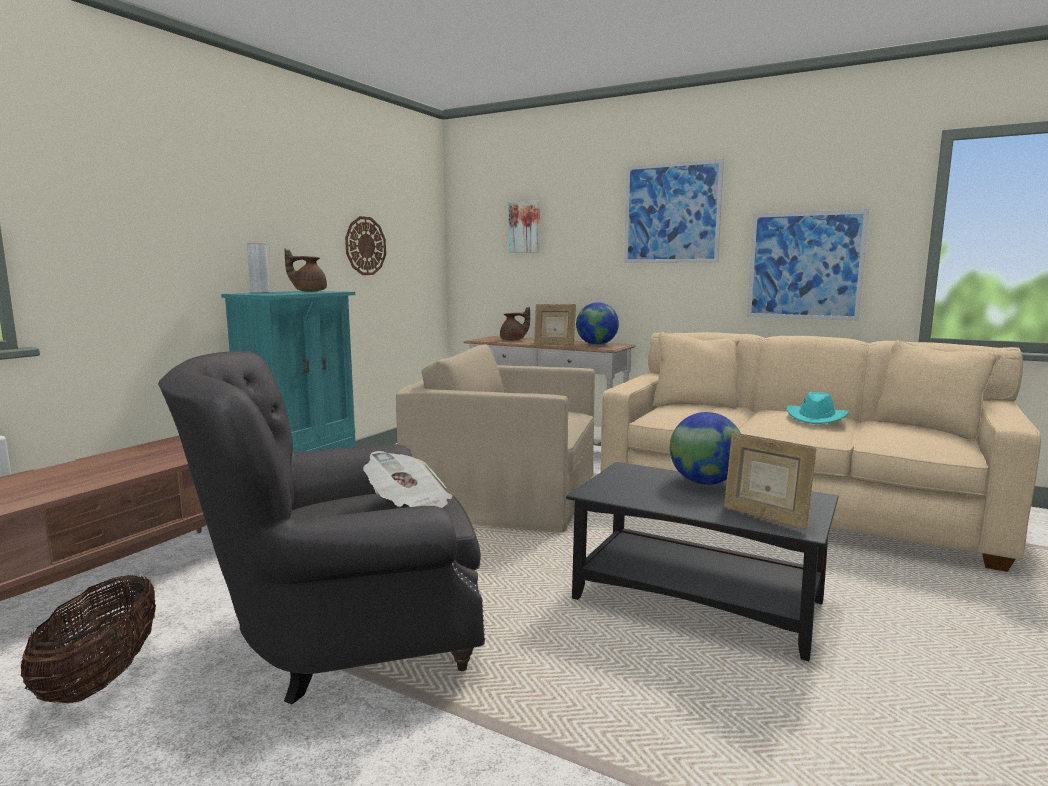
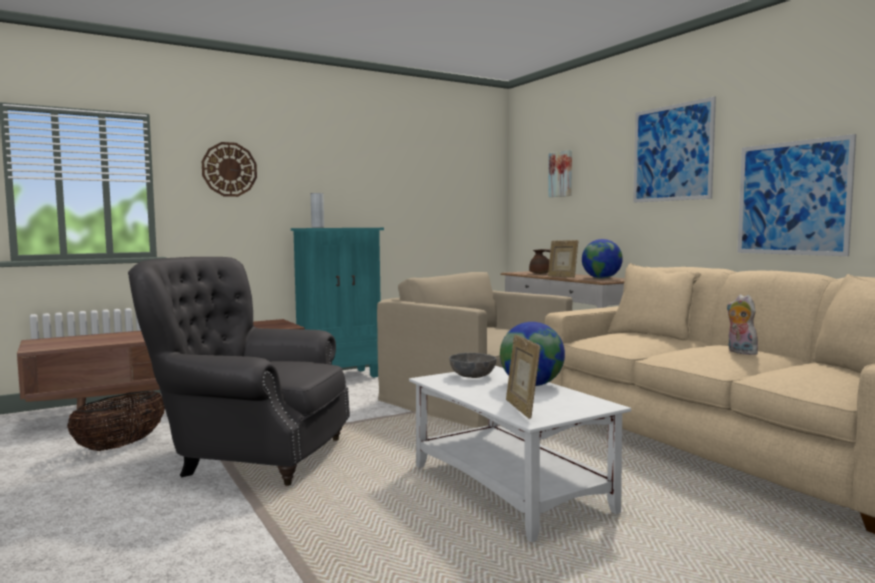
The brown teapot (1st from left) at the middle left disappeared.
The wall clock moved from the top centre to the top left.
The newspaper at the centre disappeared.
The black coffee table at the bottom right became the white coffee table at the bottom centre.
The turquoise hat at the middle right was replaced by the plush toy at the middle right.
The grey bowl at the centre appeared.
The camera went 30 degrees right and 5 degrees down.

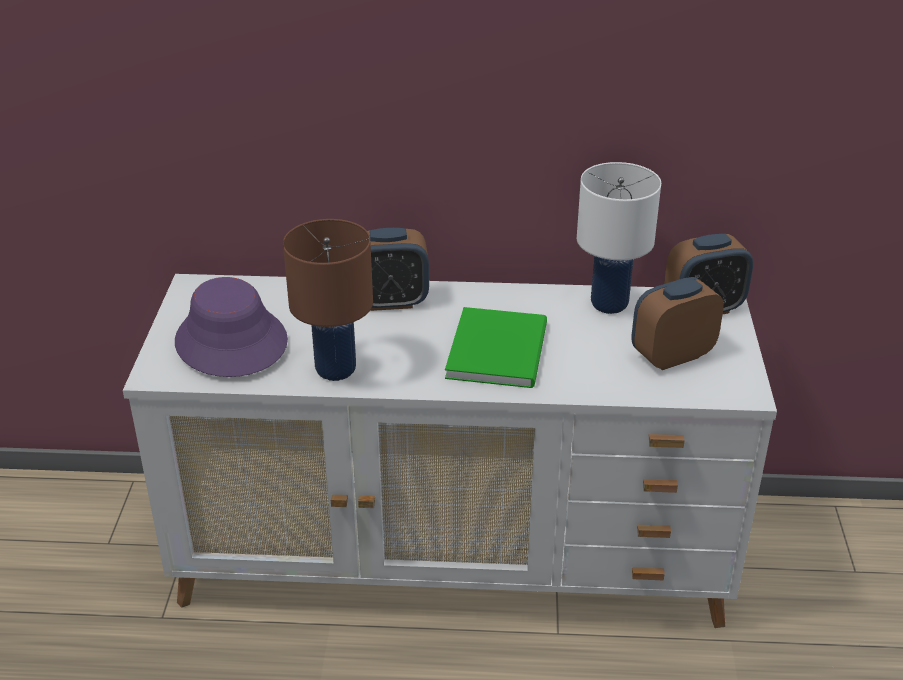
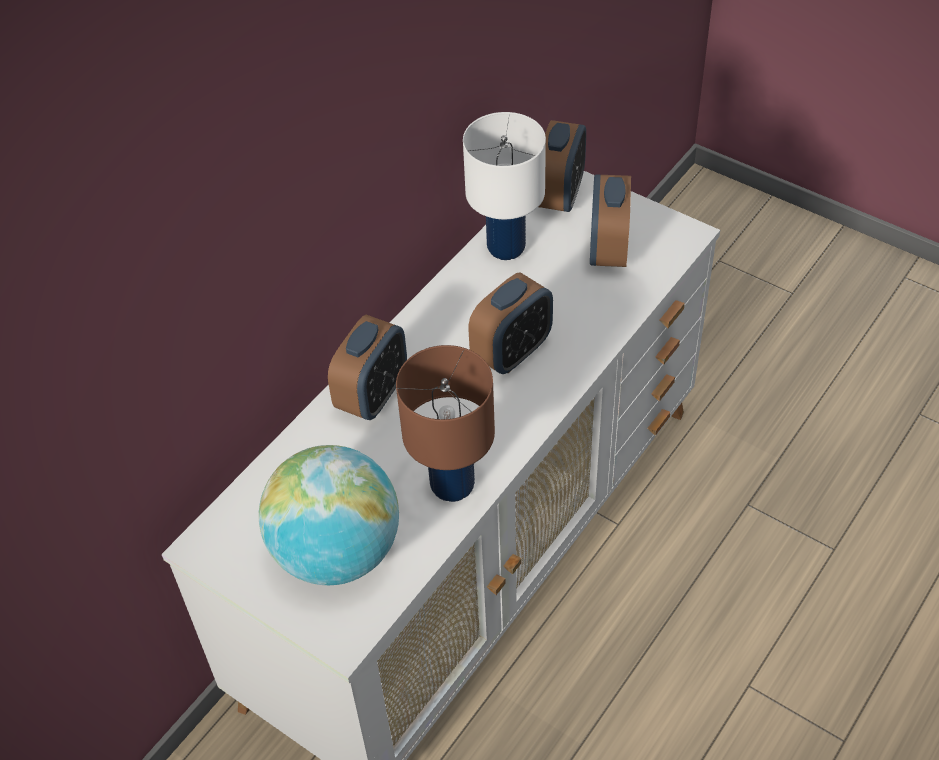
The purple hat at the middle left was replaced by the globe at the bottom centre.
The green book at the centre was replaced by the alarm clock (2nd from left) at the centre.
The camera went 55 degrees left and 15 degrees up.

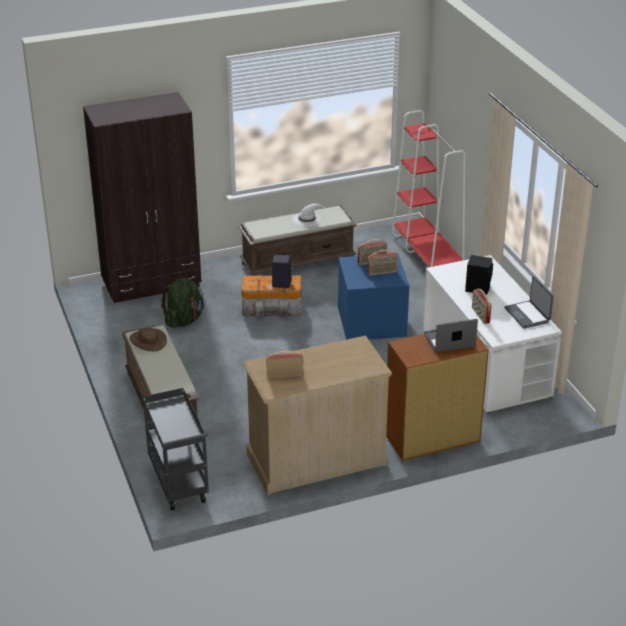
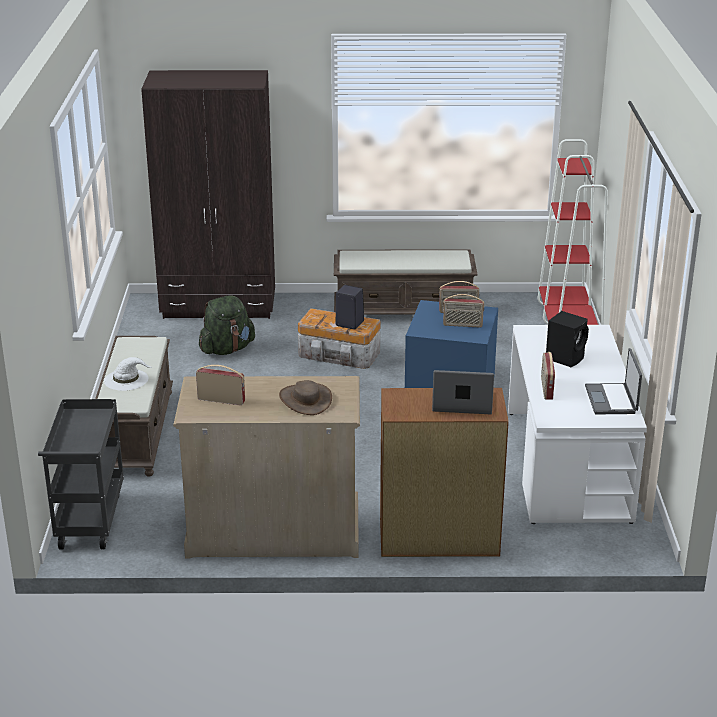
The brown hat moved from the middle left to the centre.
The white hat moved from the centre to the middle left.
The camera went 20 degrees right and 5 degrees down.

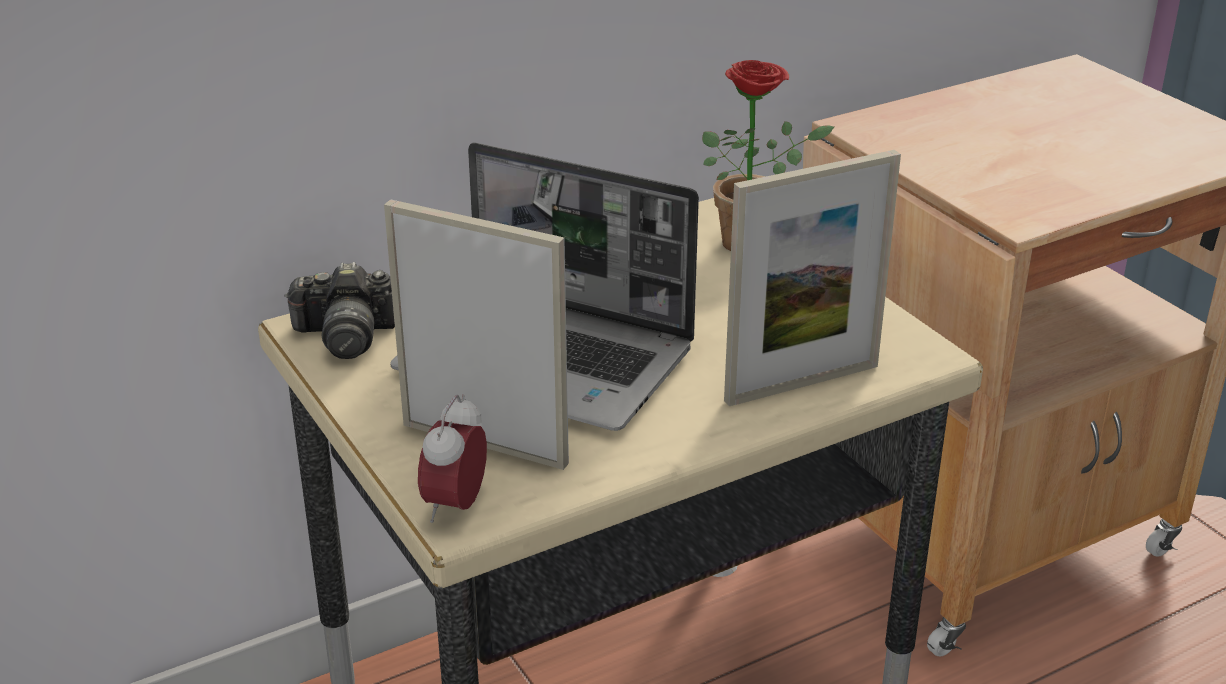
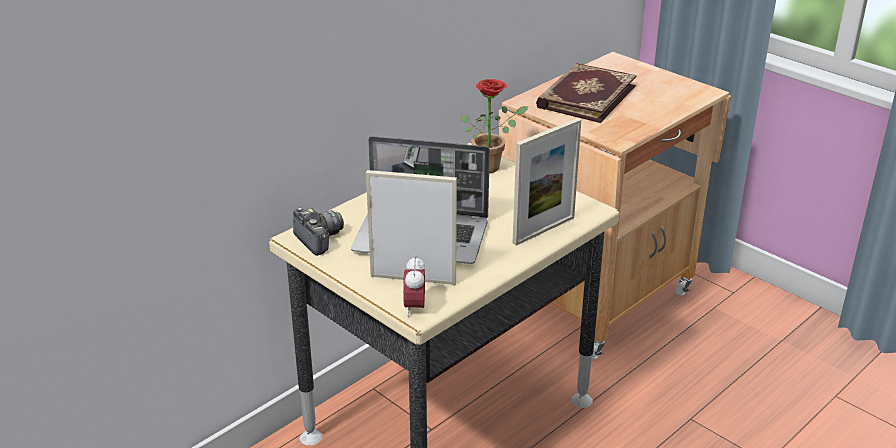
The photo camera at the middle left turned 105 degrees counterclockwise.
The book at the top centre appeared.
The camera went 15 degrees left and 0 degrees up.

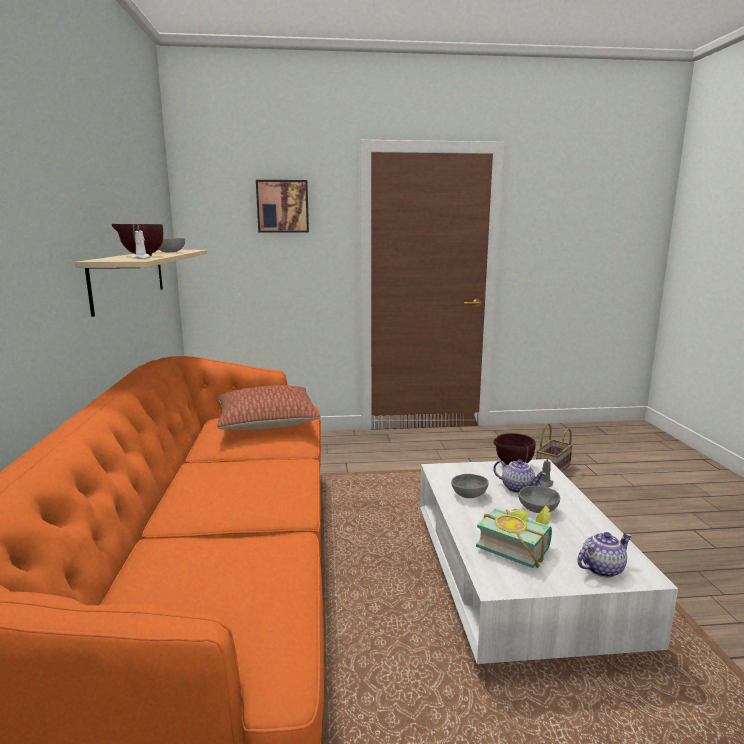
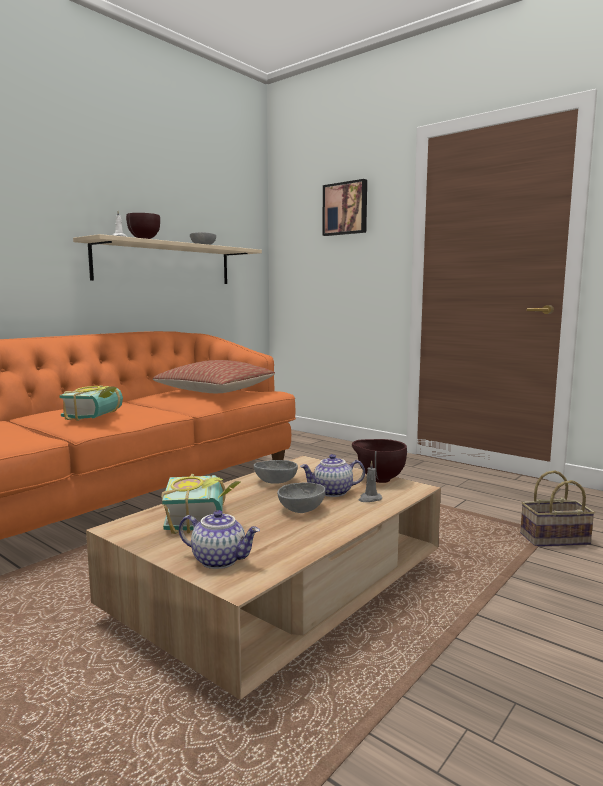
The white coffee table at the bottom right became the brown coffee table at the bottom centre.
The teapot (1st from left in the first image) at the middle right turned 90 degrees clockwise.
The book (1st from left) at the middle left appeared.
The camera went 45 degrees right and 5 degrees down.

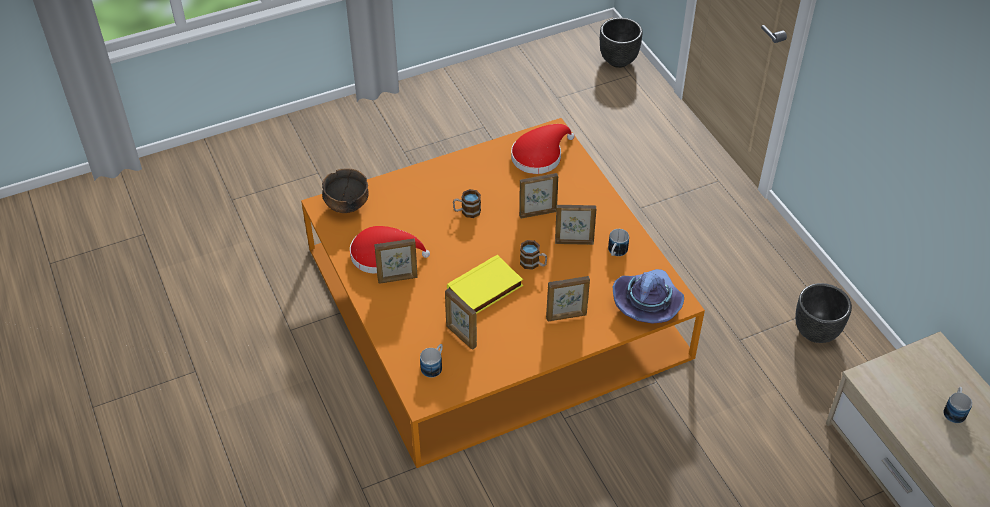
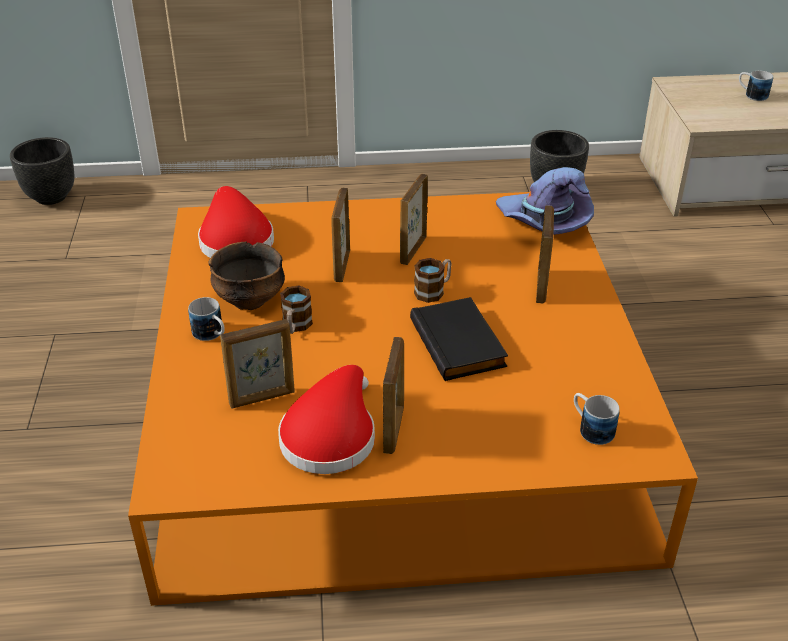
The bowl moved from the centre to the middle left.
The picture frame (2nd from left in the first image) moved from the centre to the middle left.
The yellow book at the centre became the black book at the centre.
The mug (4th from left in the first image) moved from the centre to the middle left.
The camera went 70 degrees left and 10 degrees down.

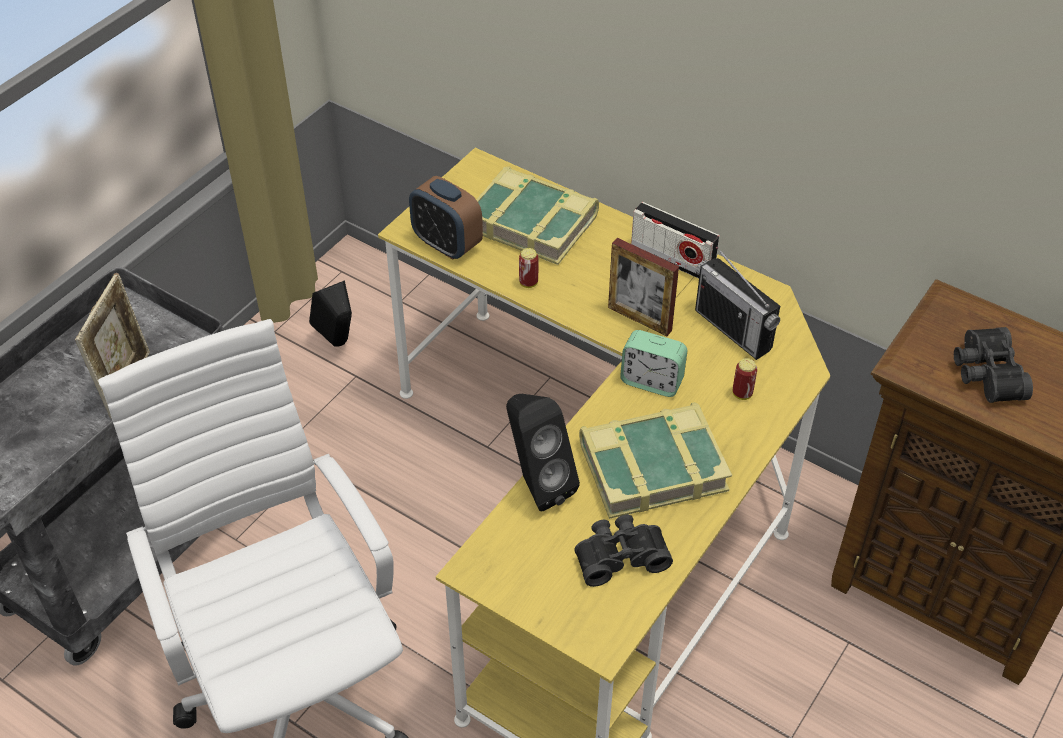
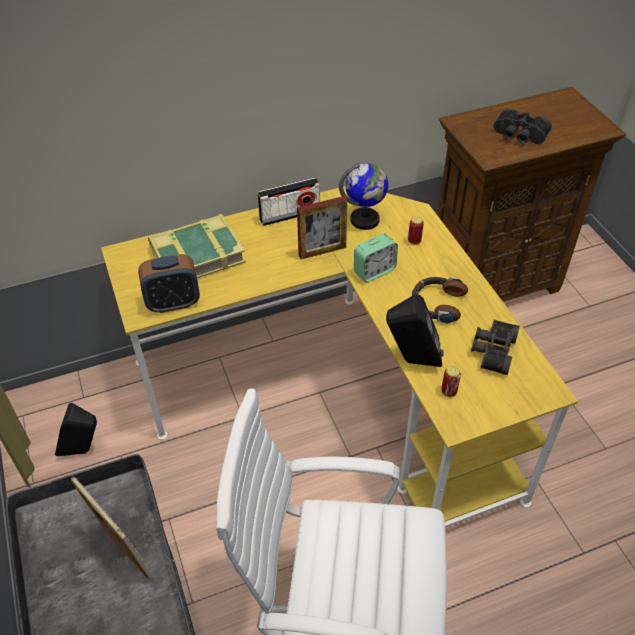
The can (1st from left in the first image) moved from the centre to the middle right.
The book (2nd from left) at the centre was replaced by the headphones at the middle right.
The radio (2nd from left) at the middle right was replaced by the globe at the top centre.
The camera went 55 degrees left and 0 degrees up.

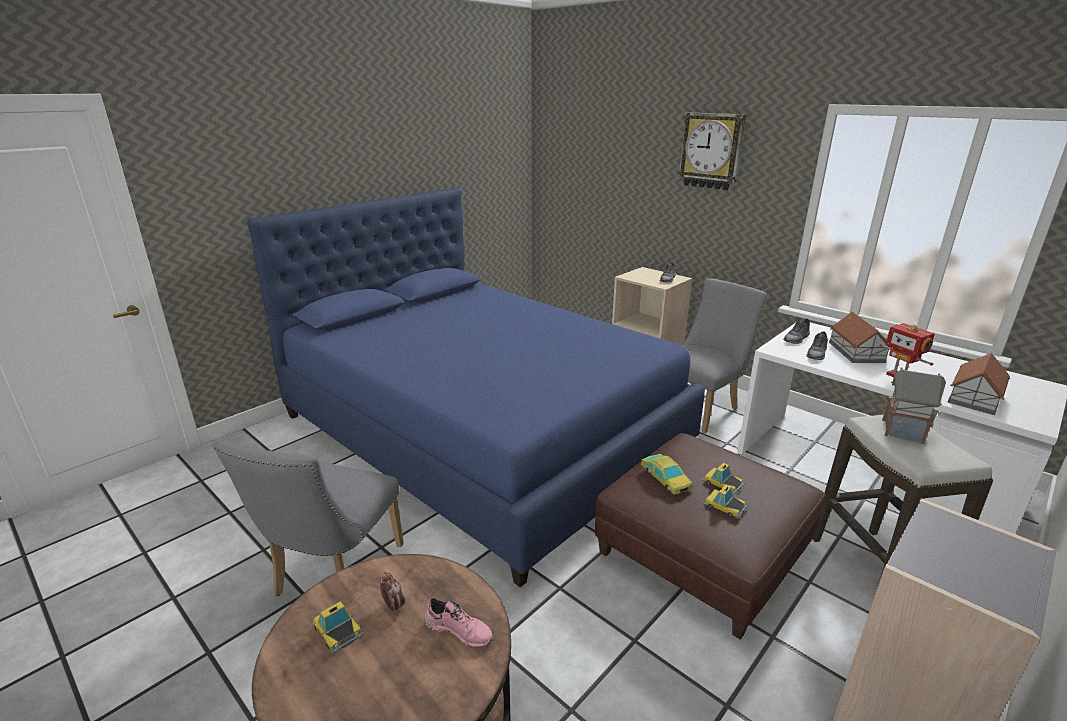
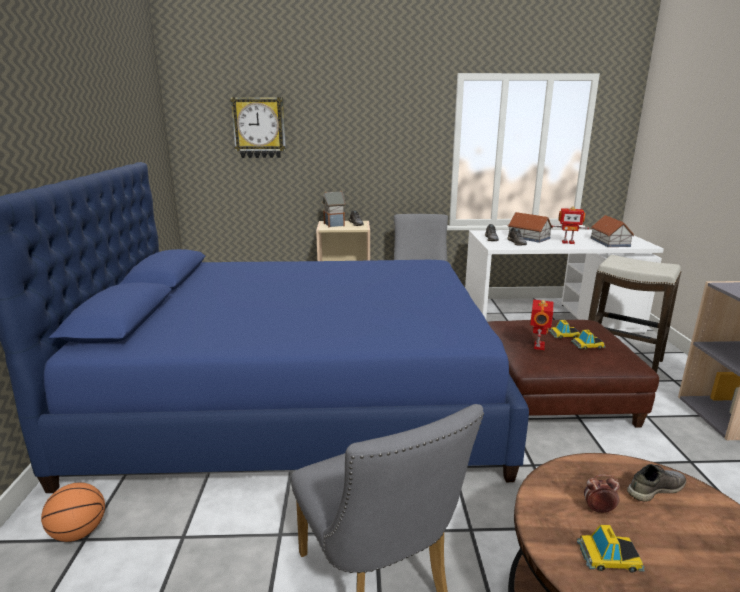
The pink shoe at the bottom centre became the grey shoe (4th from left) at the bottom right.
The toy car (2nd from left) at the centre was replaced by the toy robot (1st from left) at the middle right.
The wall clock moved from the top right to the top centre.
The toy house (2nd from left in the first image) moved from the middle right to the centre.
The basketball at the bottom left appeared.
The camera went 45 degrees left and 5 degrees down.

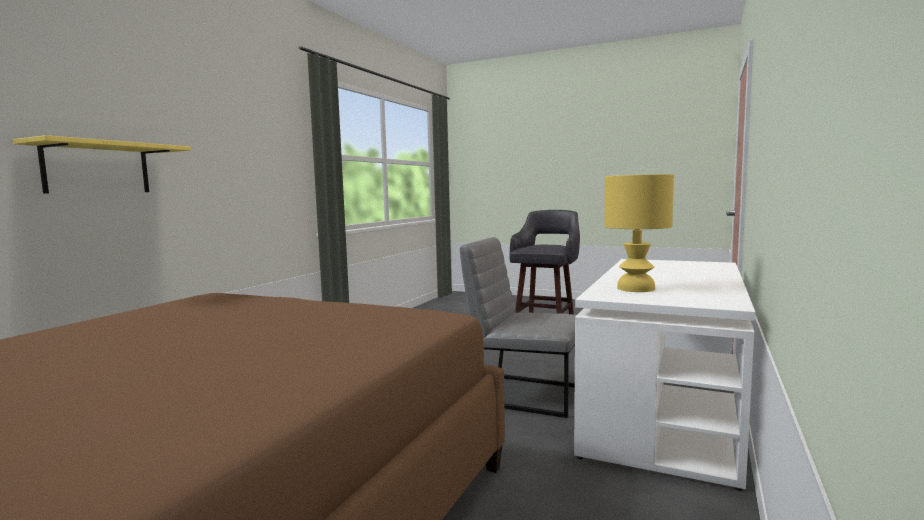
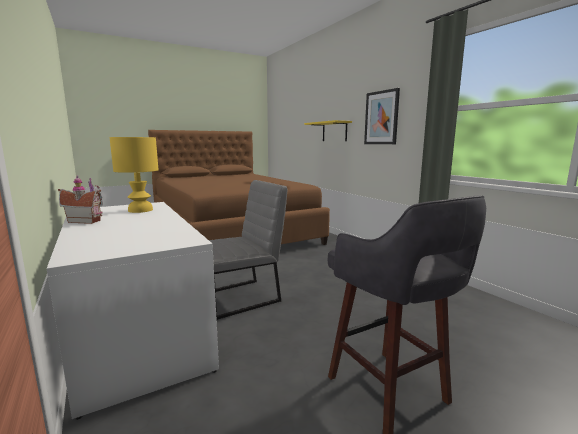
The toy house at the middle left appeared.
The picture at the top centre appeared.
The camera went 125 degrees right and 5 degrees up.

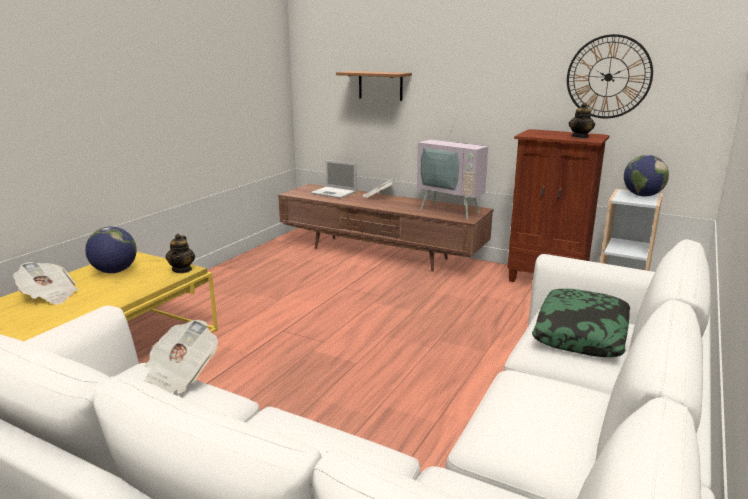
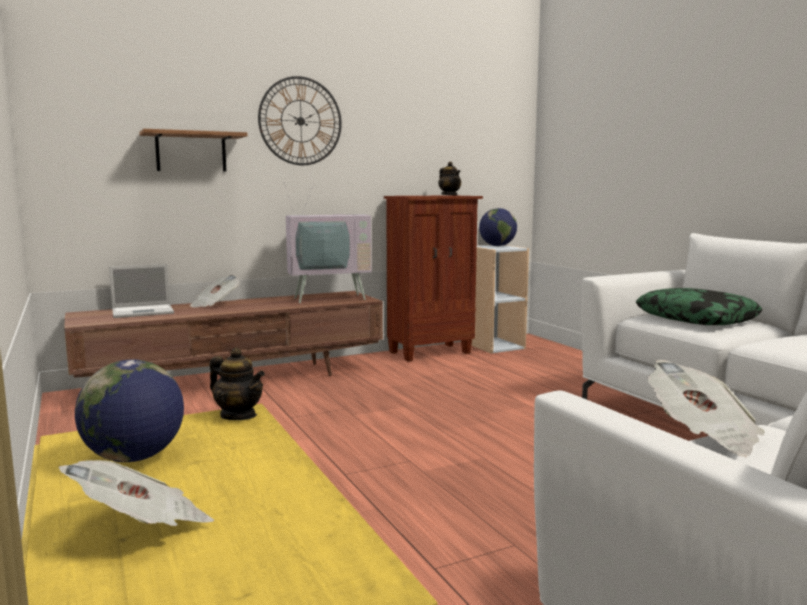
The wall clock moved from the top right to the top centre.
The camera went 55 degrees left and 10 degrees down.

